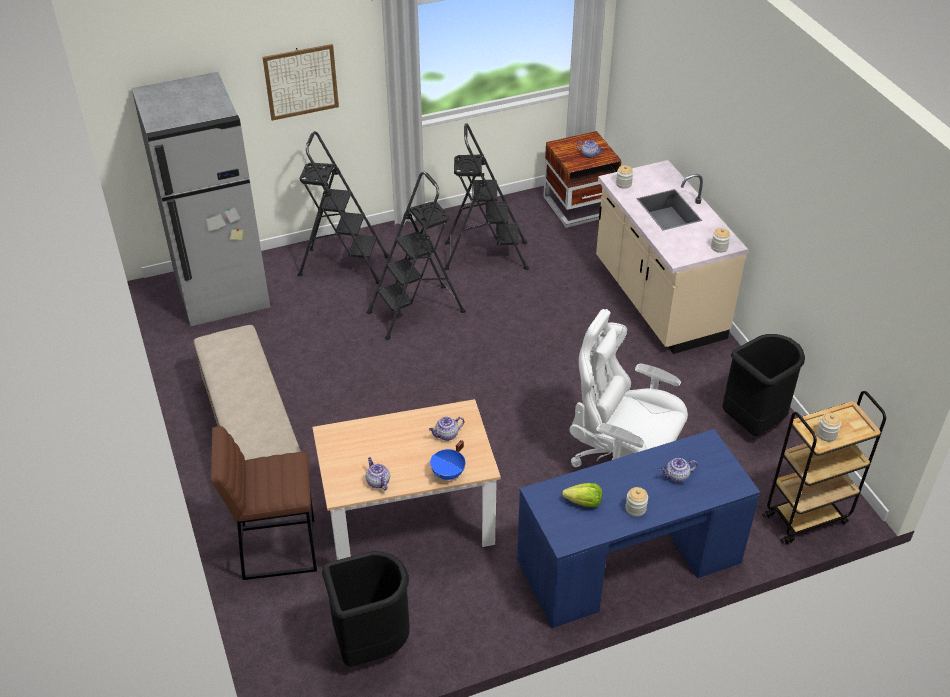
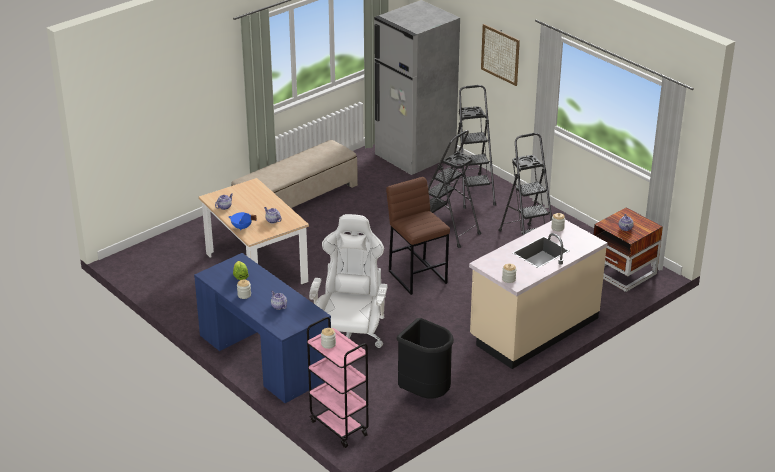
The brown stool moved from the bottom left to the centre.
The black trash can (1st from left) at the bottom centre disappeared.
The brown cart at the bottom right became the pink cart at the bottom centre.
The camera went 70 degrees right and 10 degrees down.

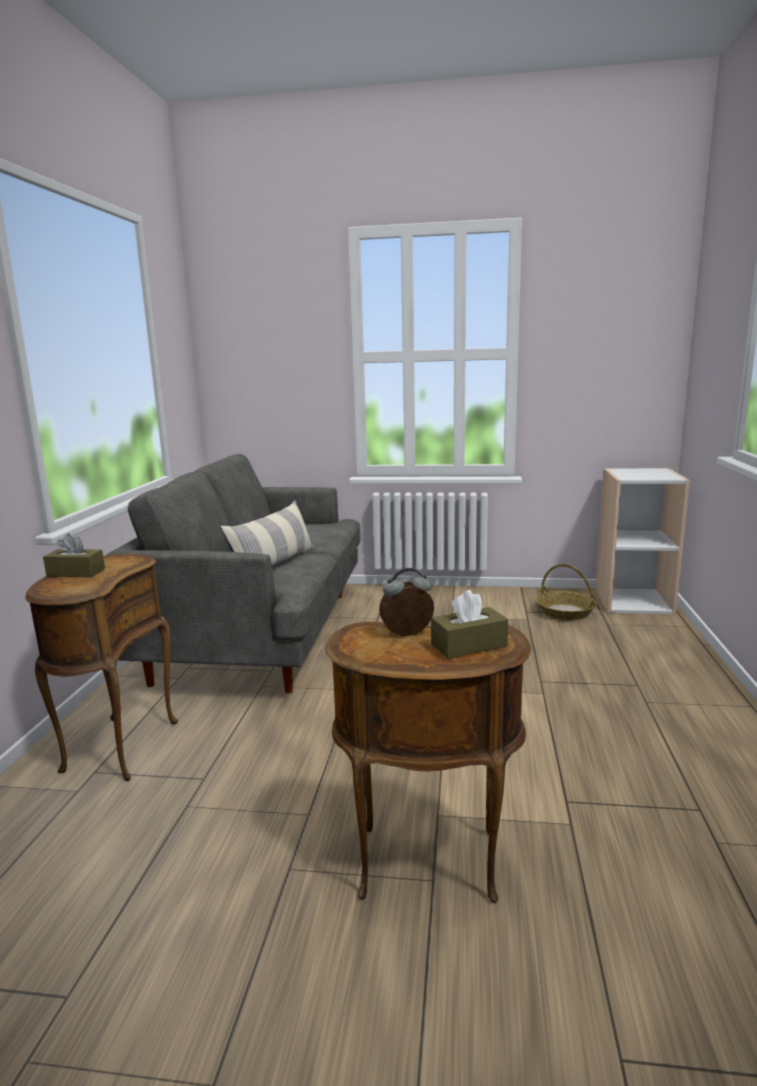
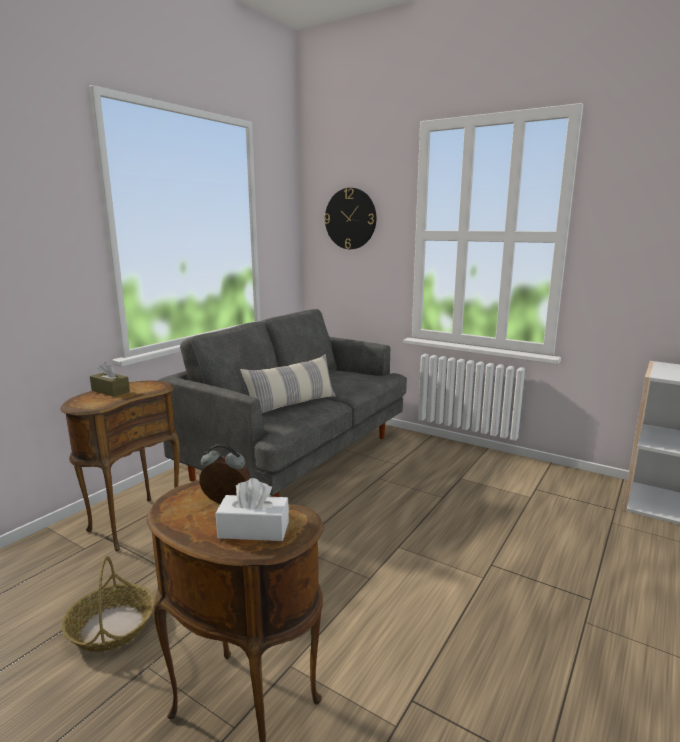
The brown tissue box (2nd from left) at the centre became the white tissue box at the bottom centre.
The basket moved from the middle right to the bottom left.
The wall clock at the top centre appeared.
The camera went 25 degrees right and 0 degrees up.

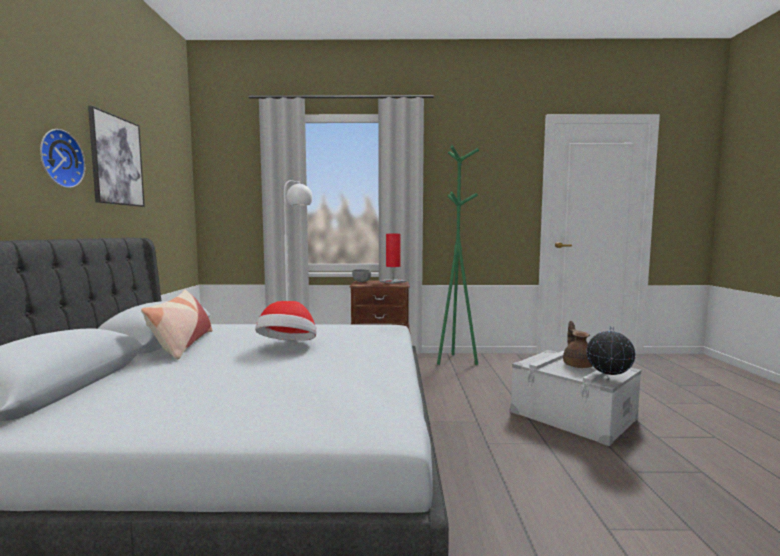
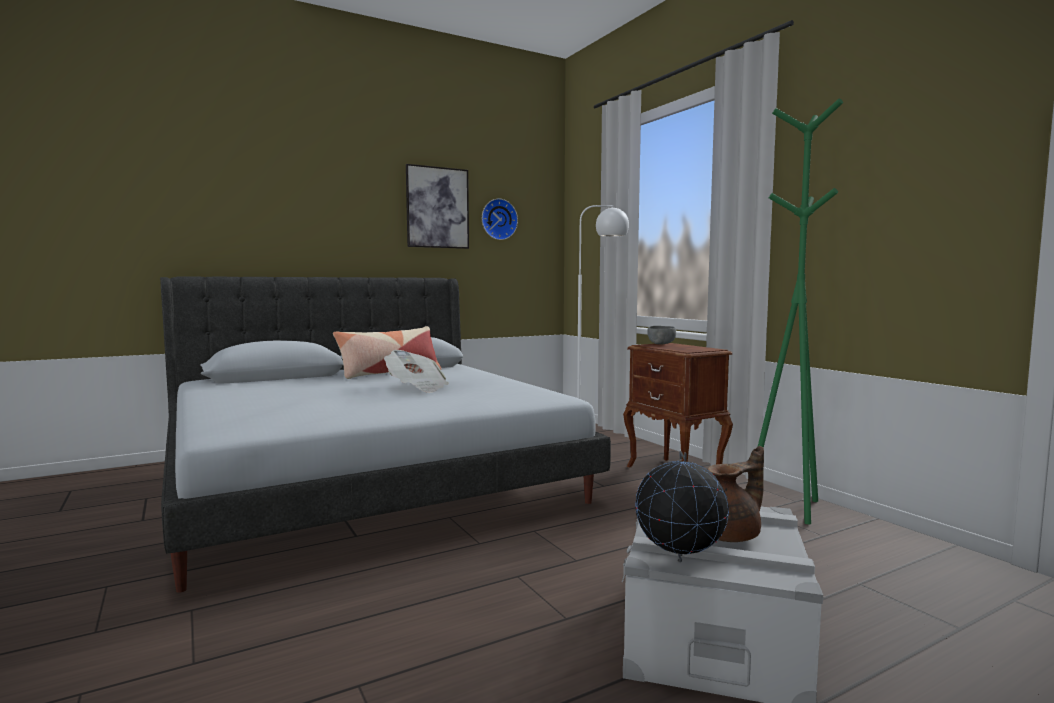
The wall clock moved from the top left to the top centre.
The hat at the centre was replaced by the newspaper at the centre.
The red table lamp at the centre disappeared.
The camera went 60 degrees right and 0 degrees up.

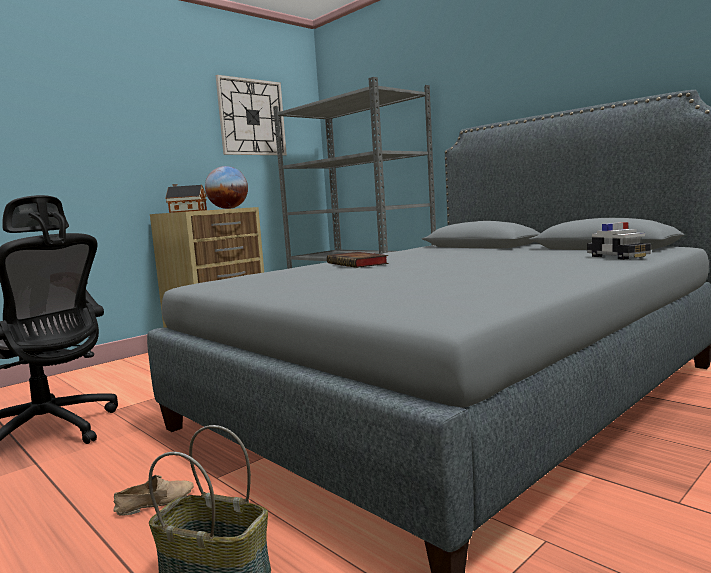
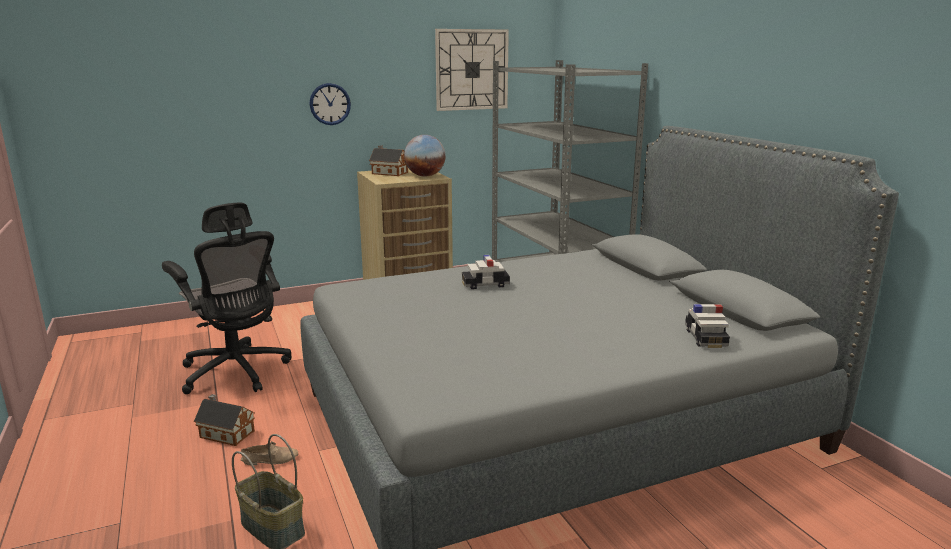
The book at the centre was replaced by the toy car (1st from left) at the centre.
The toy house (1st from left) at the bottom left appeared.
The wall clock (1st from left) at the top centre appeared.
The camera went 20 degrees right and 10 degrees up.

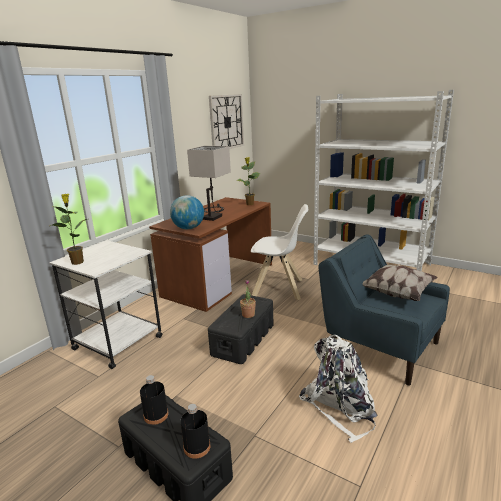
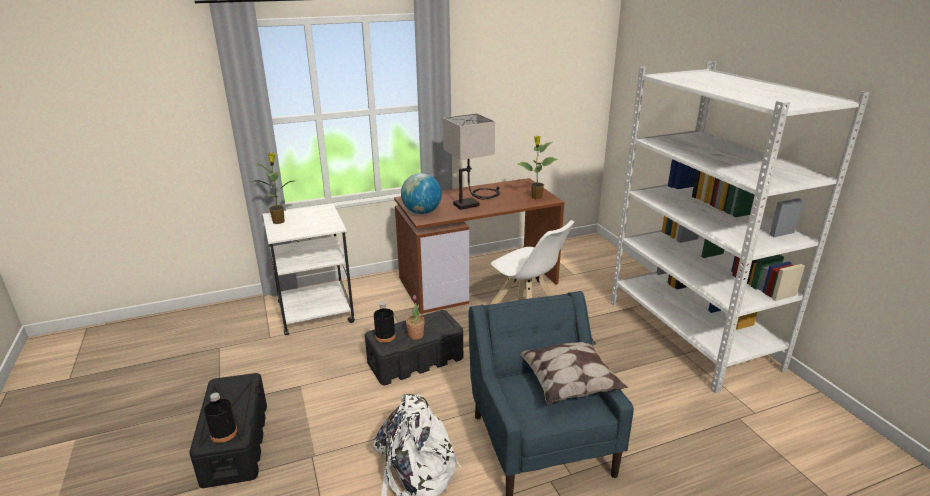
The black bottle (1st from left in the first image) moved from the bottom left to the centre.
The wall clock at the top centre disappeared.
The camera went 35 degrees right and 5 degrees up.

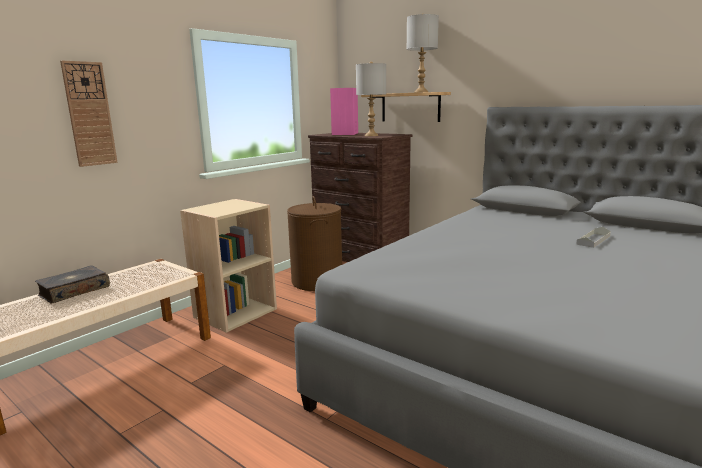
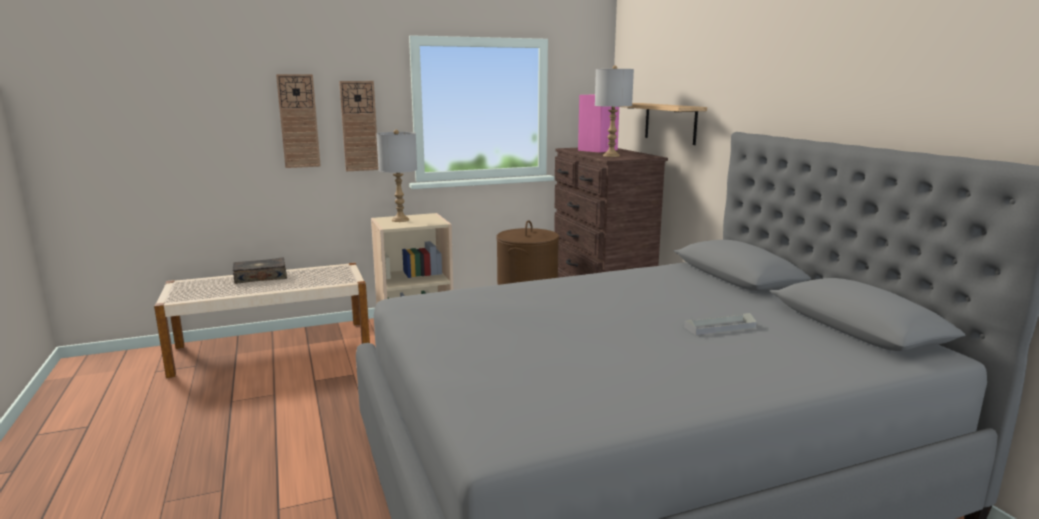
The grey table lamp (2nd from left in the first image) moved from the top centre to the centre.
The wall clock (2nd from left) at the top centre appeared.
The camera went 30 degrees right and 0 degrees up.

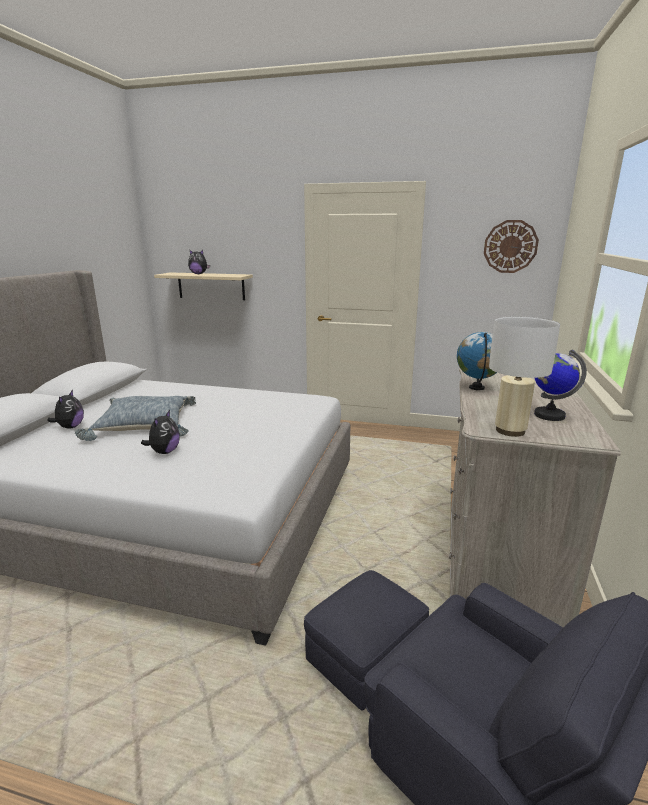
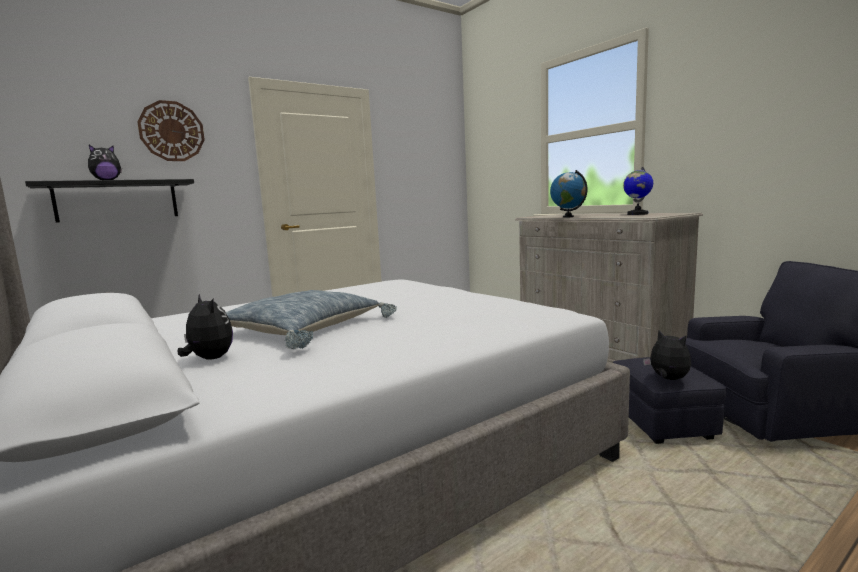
The plush toy (2nd from left in the first image) moved from the middle left to the middle right.
The beige shelf at the middle left became the black shelf at the middle left.
The wall clock moved from the top right to the top left.
The white table lamp at the middle right disappeared.
The camera went 50 degrees left and 10 degrees down.

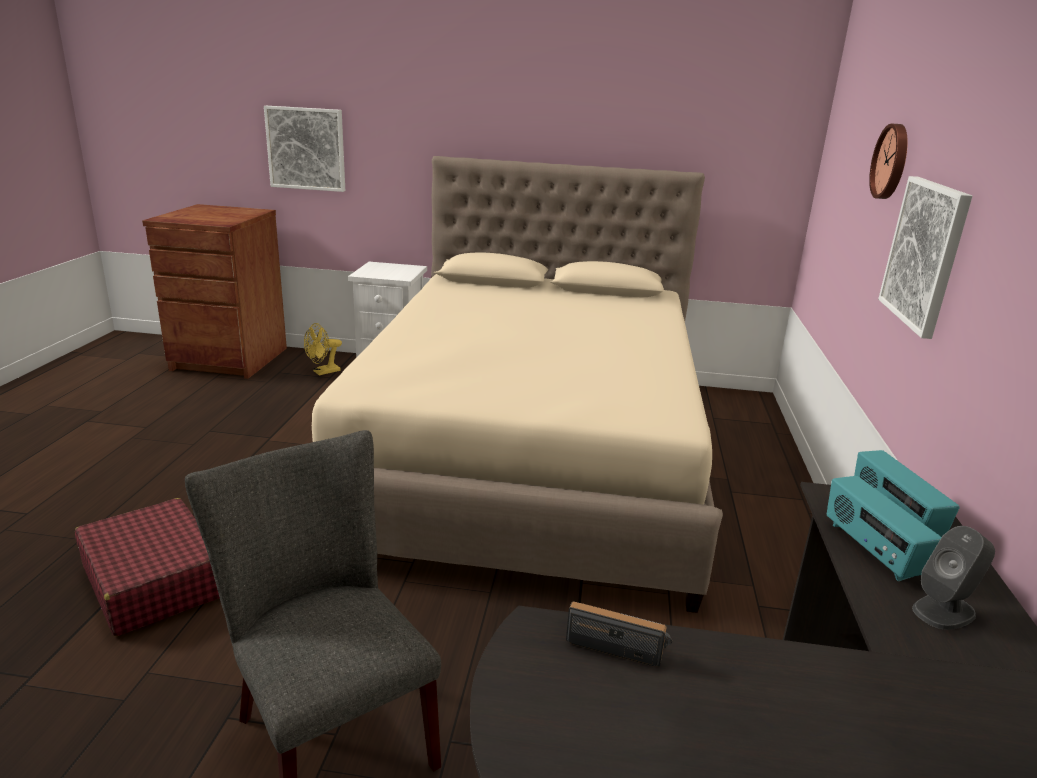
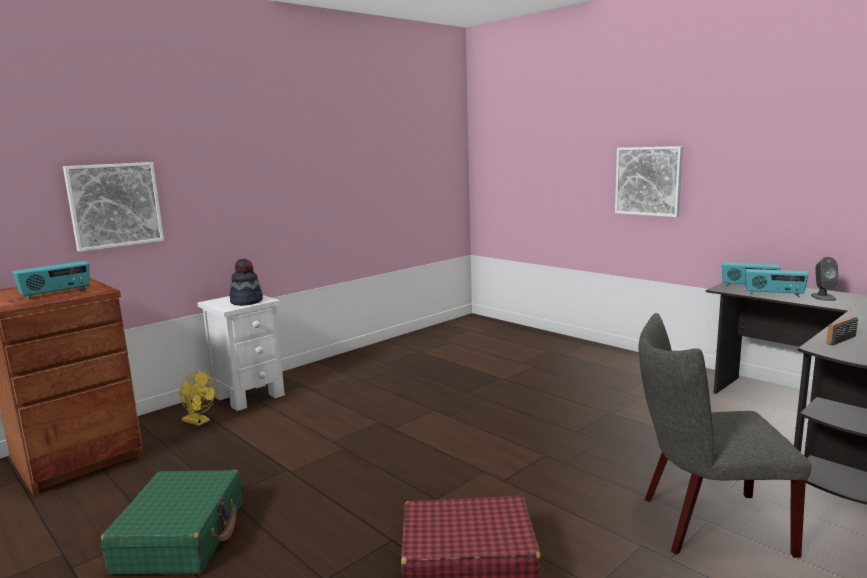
The yellow fan at the middle left turned 60 degrees counterclockwise.
The beige bed at the centre disappeared.
The wall clock at the top right disappeared.
The radio (1st from left) at the middle left appeared.
The green suitcase at the bottom left appeared.
The hat at the middle left appeared.
The camera went 50 degrees left and 10 degrees down.

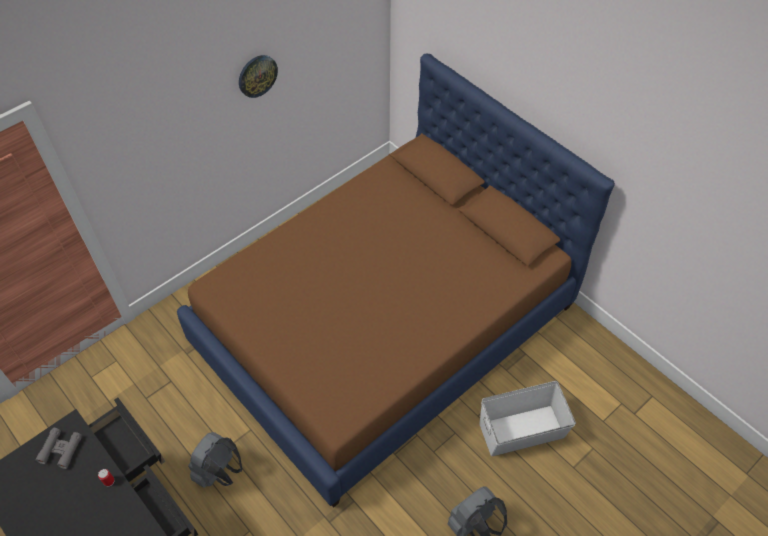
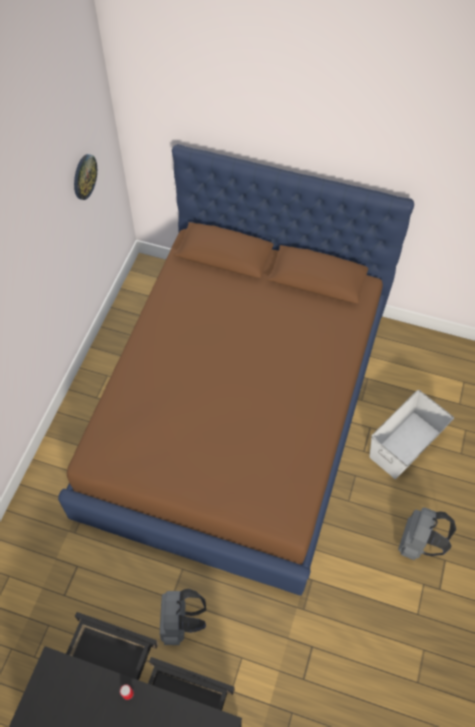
The grey binoculars at the bottom left disappeared.
The wall clock moved from the top centre to the top left.
The camera went 30 degrees left and 5 degrees up.

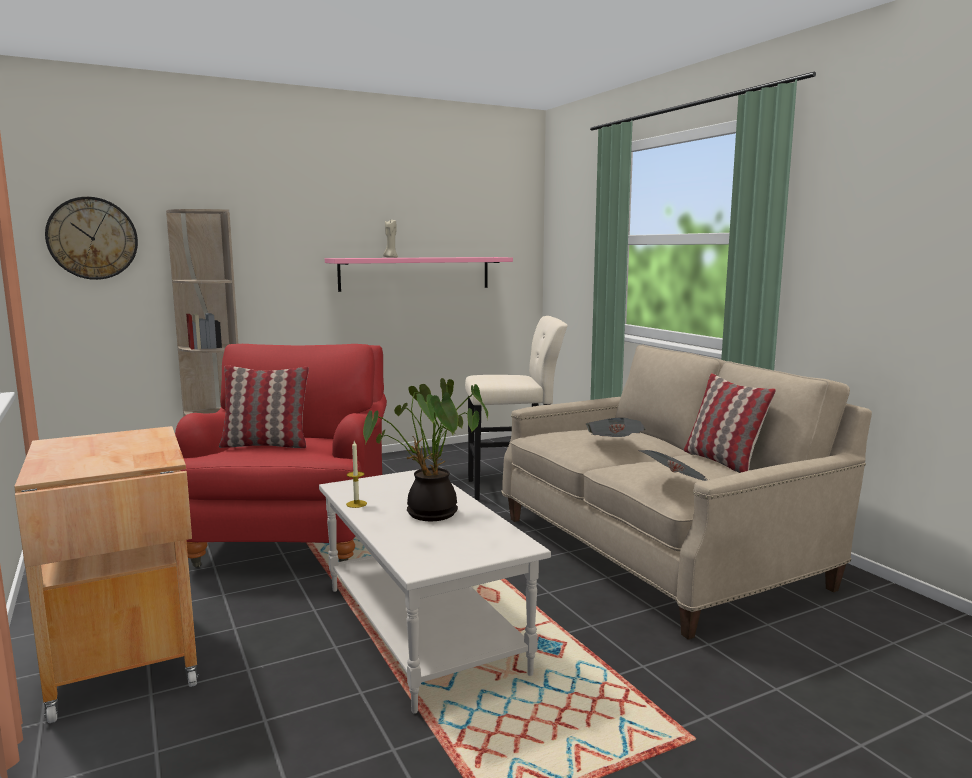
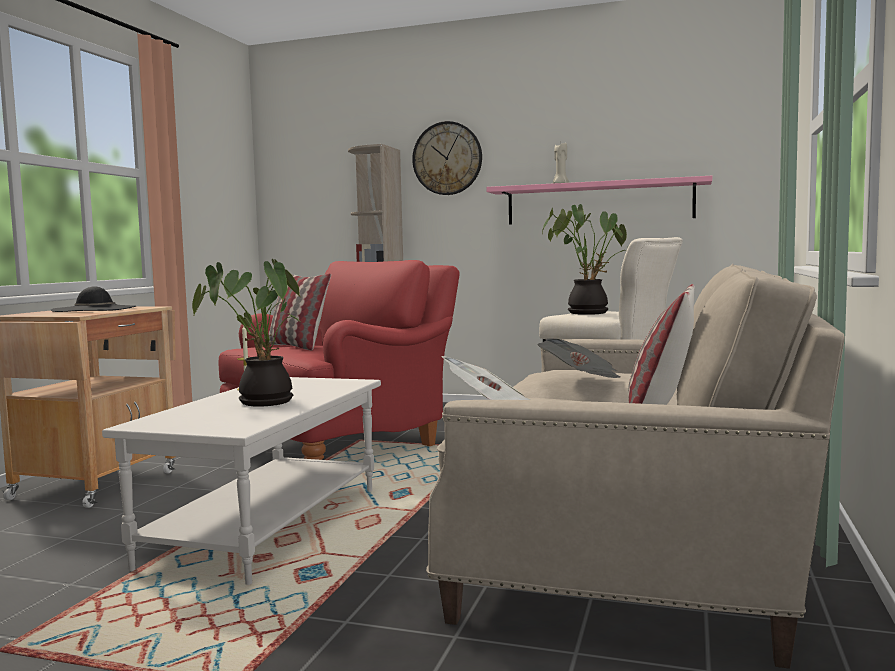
The wall clock moved from the top left to the top centre.
The black hat at the middle left appeared.
The potted plant (2nd from left) at the centre appeared.
The camera went 45 degrees right and 5 degrees down.

